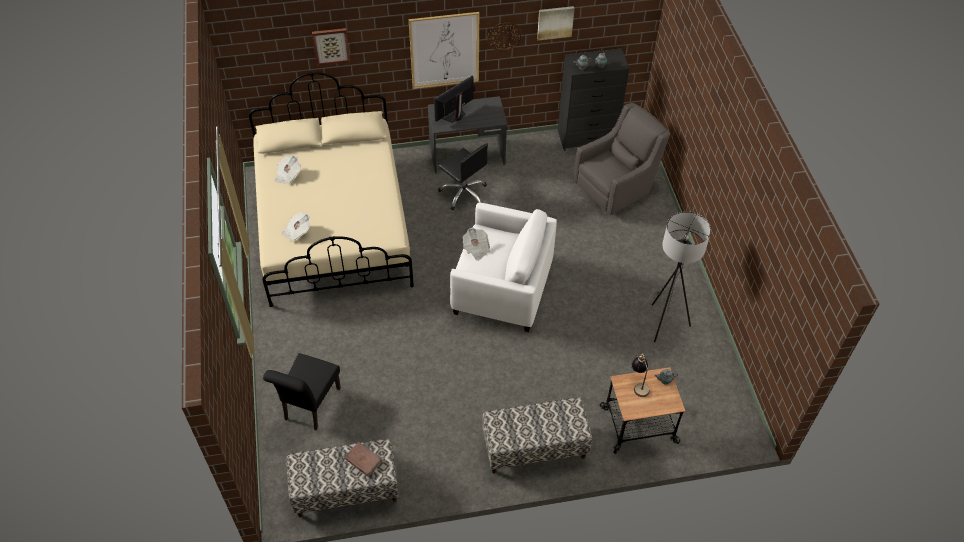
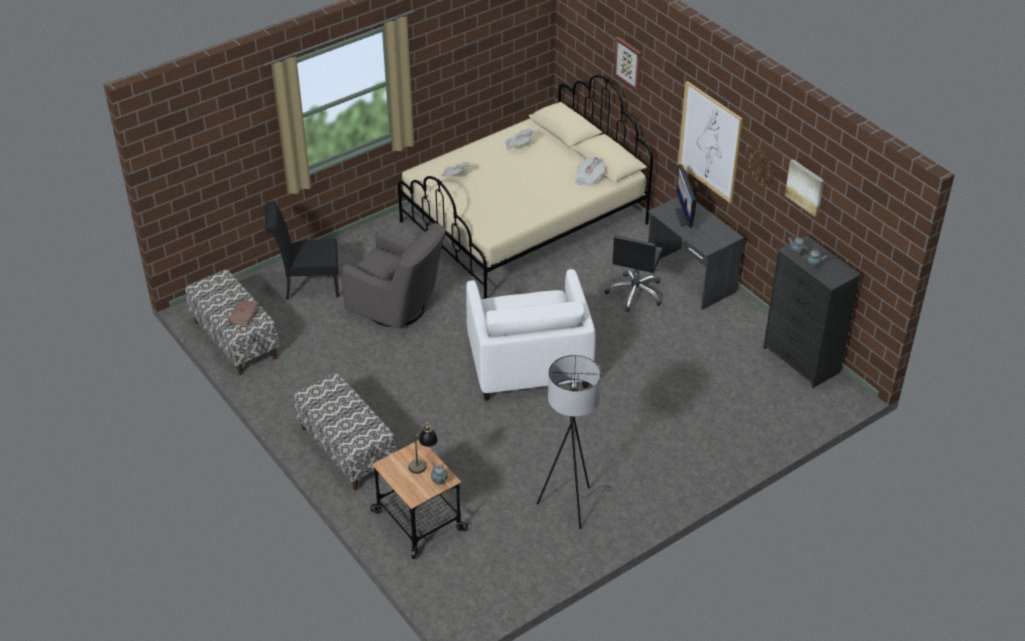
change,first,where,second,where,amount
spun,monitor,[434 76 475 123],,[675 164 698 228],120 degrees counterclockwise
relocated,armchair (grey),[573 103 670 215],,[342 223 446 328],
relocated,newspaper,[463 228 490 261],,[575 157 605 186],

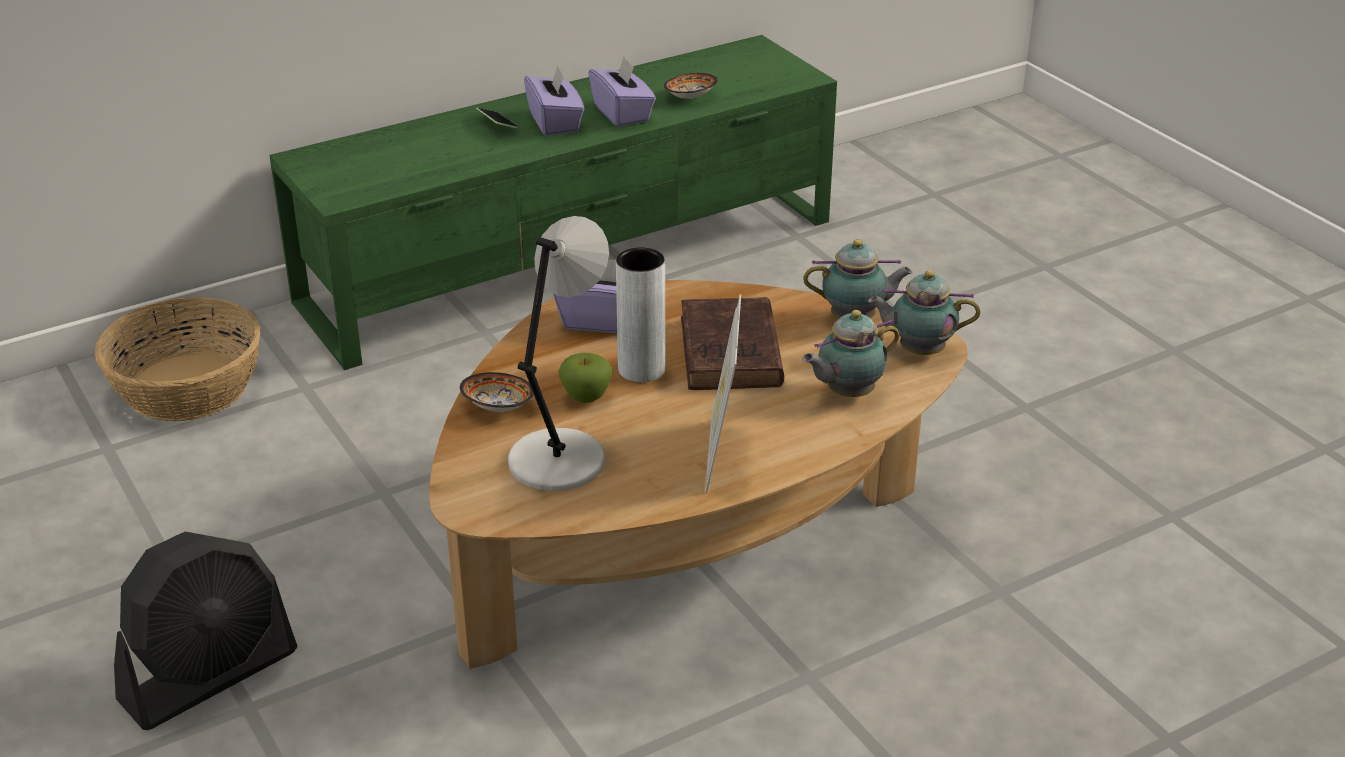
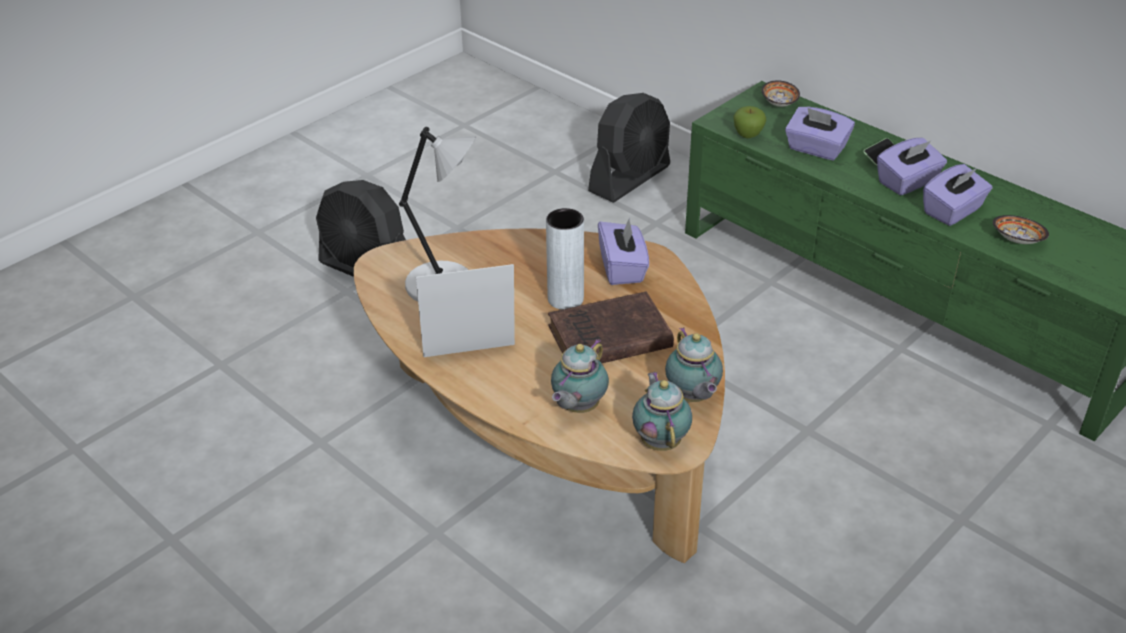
change,first,where,second,where,amount
exchanged,basket,[95 297 260 421],fan (black),[588 93 670 203],
spun,teapot,[802 310 899 397],,[551 339 609 413],105 degrees counterclockwise
relocated,apple,[559 353 612 403],,[734 106 766 138],
relocated,bowl,[460 372 534 412],,[762 80 800 107],
appeared,,,tissue box (purple),[785 107 855 161],

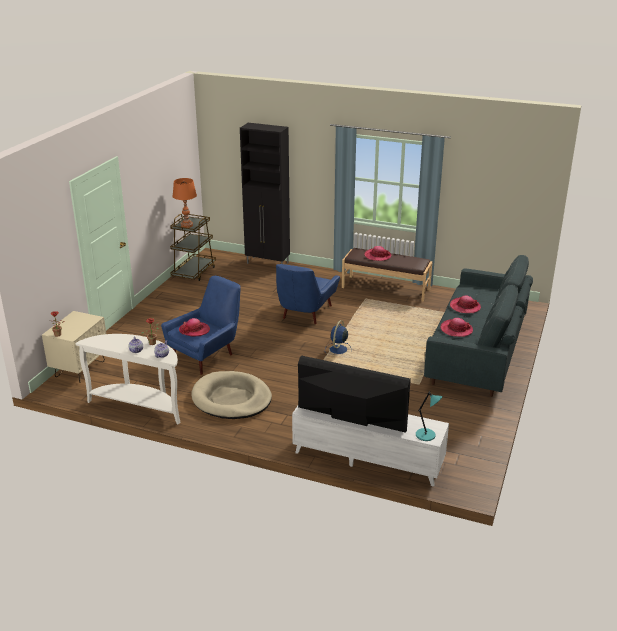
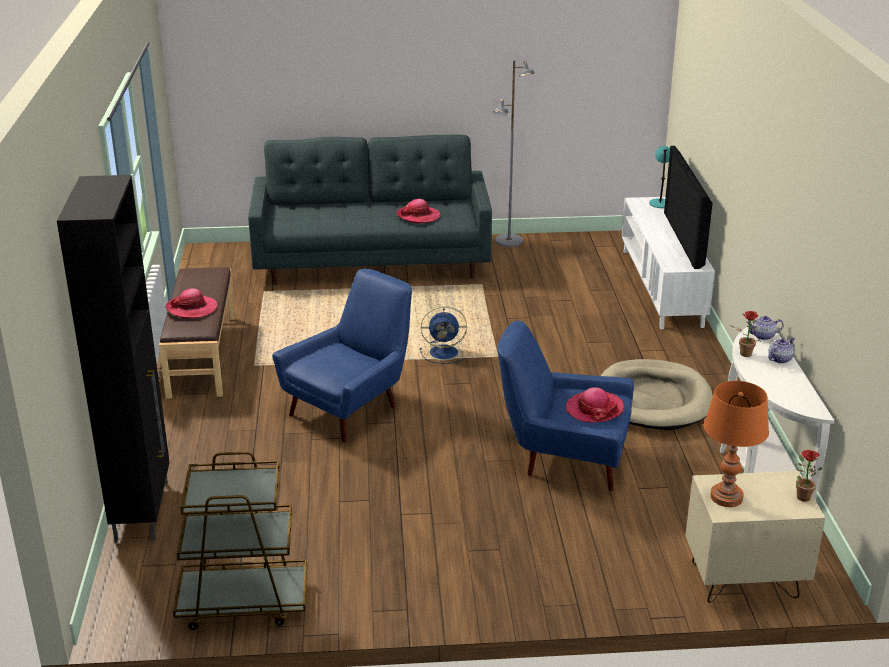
change,first,where,second,where,amount
relocated,table lamp (orange),[172 178 197 228],,[704 381 769 507],
spun,armchair (blue),[276 264 340 324],,[272 269 412 443],45 degrees counterclockwise
missing,hat,[450 296 481 313],,,
appeared,,,floor lamp (grey),[493 60 535 247],

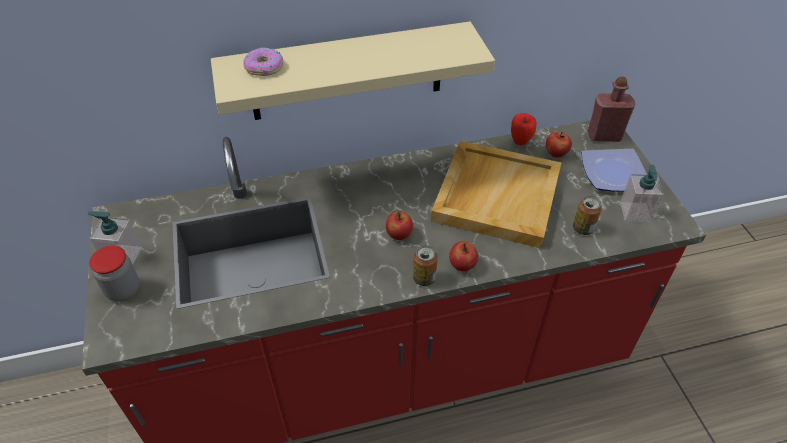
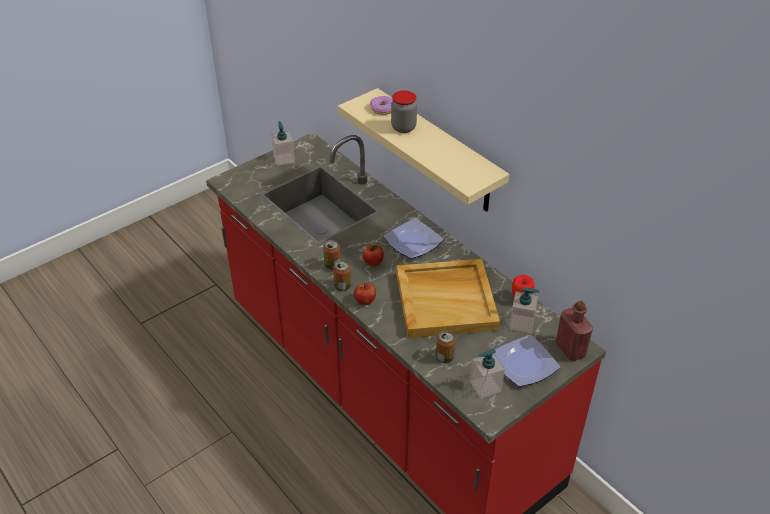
change,first,where,second,where,amount
exchanged,apple,[546 132 572 158],soap dispenser,[509 287 539 333],
relocated,jar,[89 246 140 302],,[391 90 417 133],
appeared,,,plate,[383 218 444 259],
appeared,,,can,[323 240 341 270],

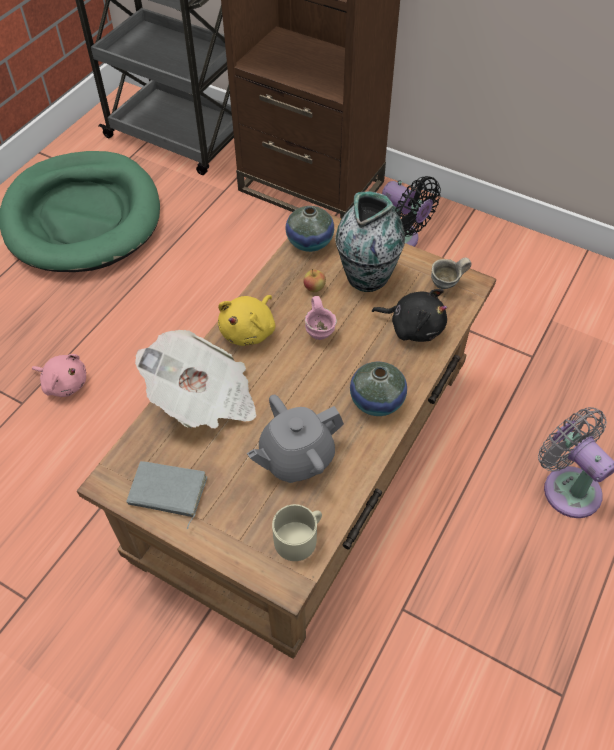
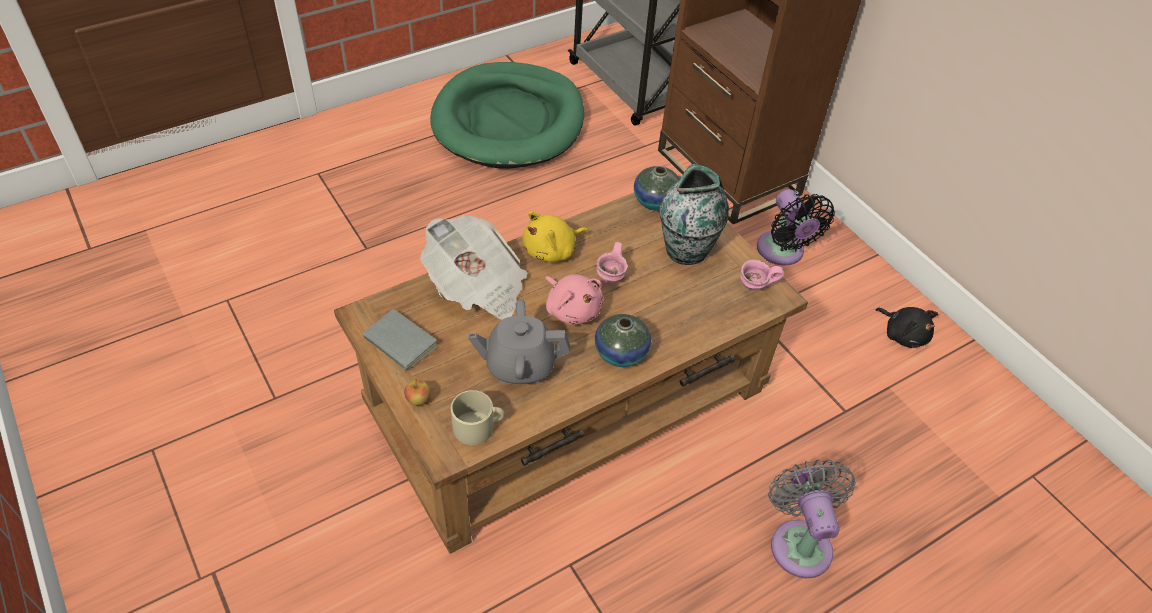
change,first,where,second,where,amount
colour,mug (grey),[431 258 472 289],mug (pink),[740 259 784 290],
relocated,apple,[303 269 326 292],,[404 379 431 406],
relocated,plush toy (black),[372 289 447 342],,[876 307 938 348],
relocated,plush toy (pink),[32 354 86 397],,[545 274 604 325],

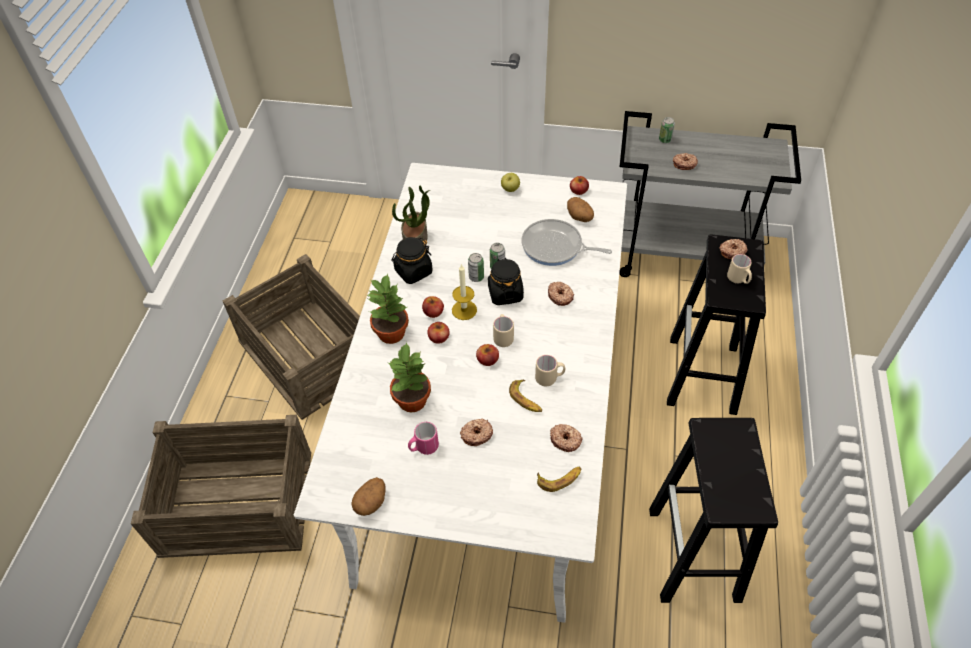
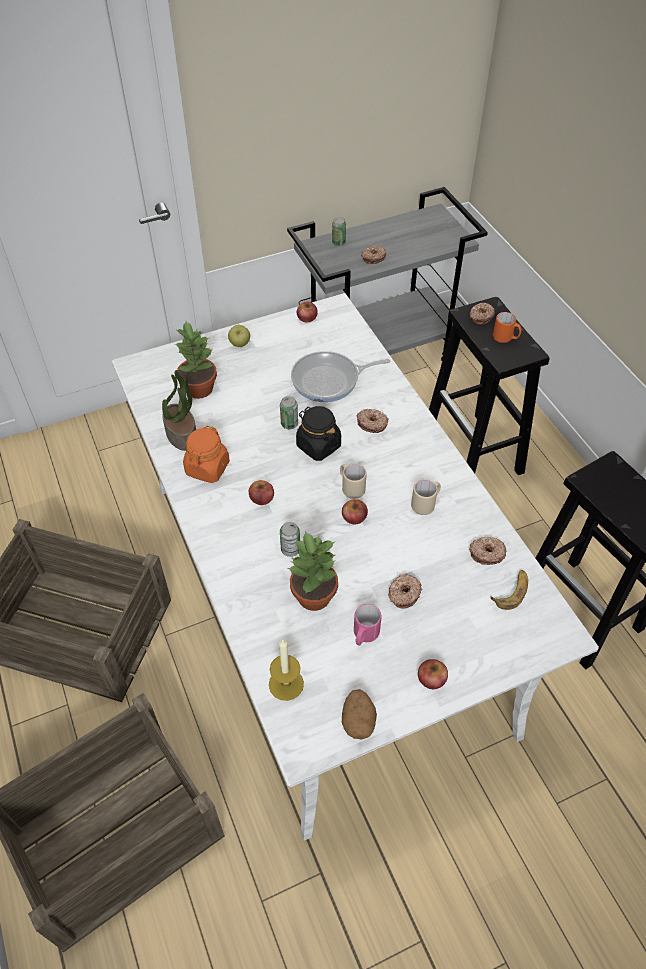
change,first,where,second,where,amount
missing,potato,[567 197 594 222],,,
colour,jar (black),[391 237 433 284],jar (orange),[183 426 230 483],
relocated,can,[468 253 484 282],,[280 522 300 557],
colour,mug (beige),[727 254 752 284],mug (orange),[493 312 521 343],
relocated,candle,[452 264 477 320],,[269 639 304 701],
relocated,potted plant,[366 273 409 344],,[175 321 217 399],
relocated,apple,[427 322 450 344],,[418 659 448 689],
missing,banana,[509 379 542 412],,,

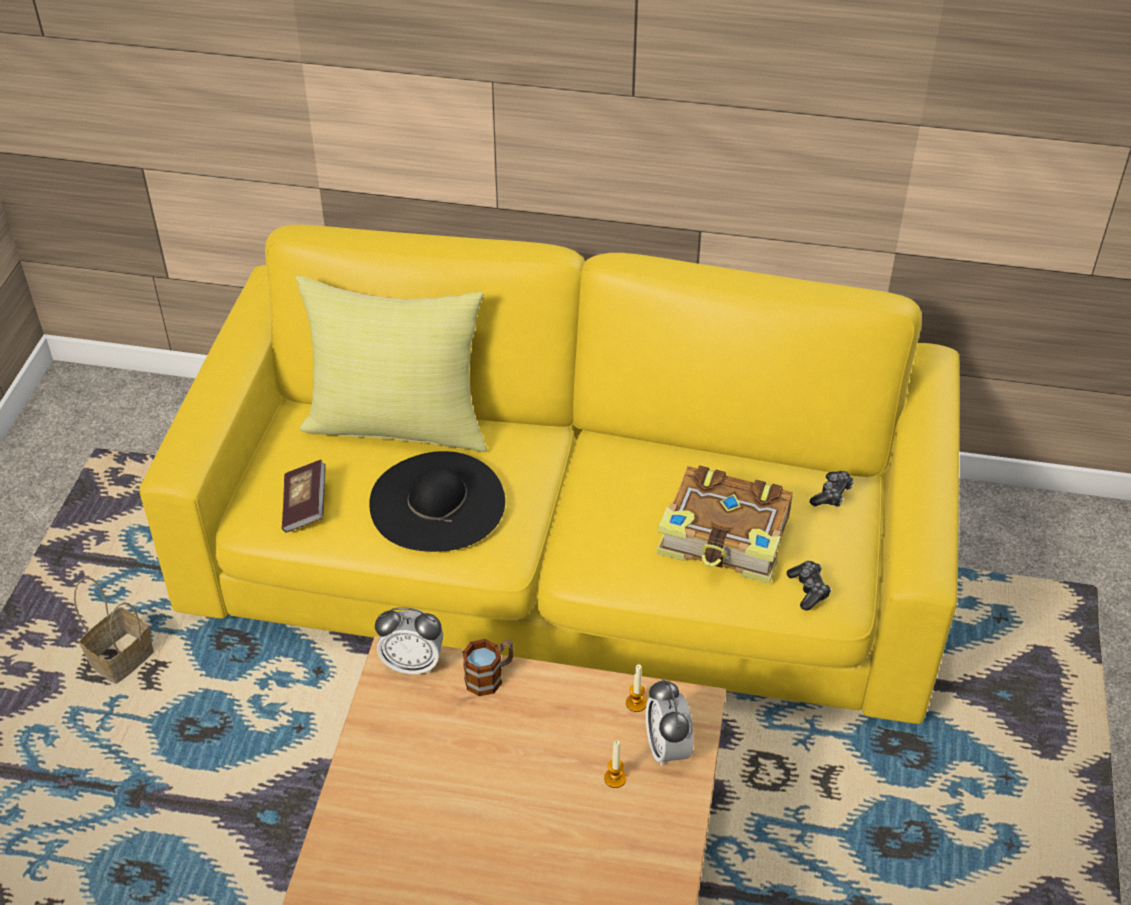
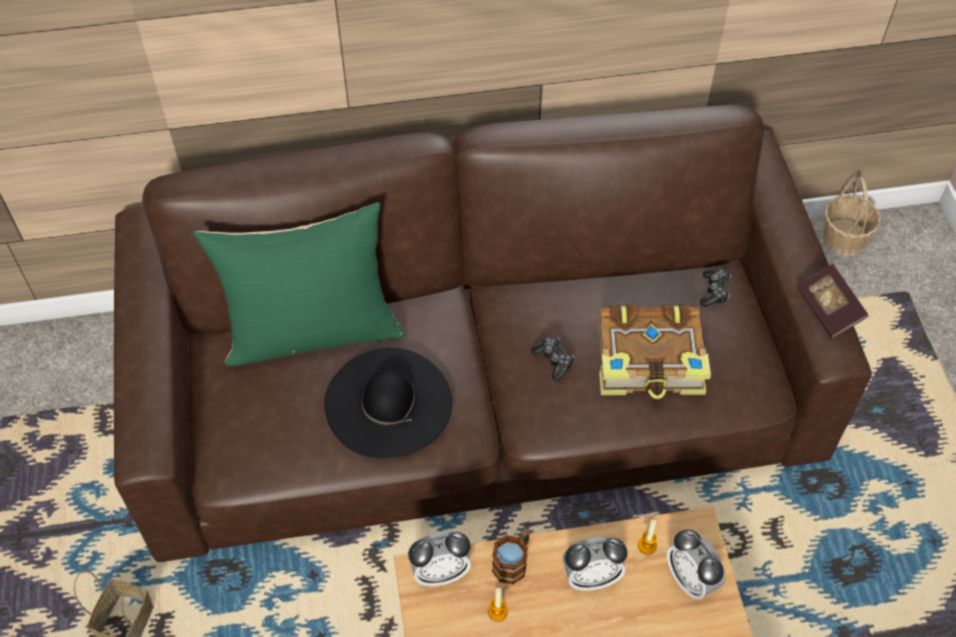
change,first,where,second,where,amount
colour,sofa (yellow),[139 225 960 724],sofa (brown),[114 105 872 562],
colour,pillow (yellow),[295 275 487 452],pillow (green),[193 202 406 366],
relocated,book,[282 460 326 533],,[797 264 869 339],
relocated,game controller,[787 561 831 610],,[531 336 574 381],
relocated,candle,[604 740 626 788],,[488 588 508 621],
appeared,,,basket,[822 177 881 256],
appeared,,,alarm clock,[563 537 628 591],

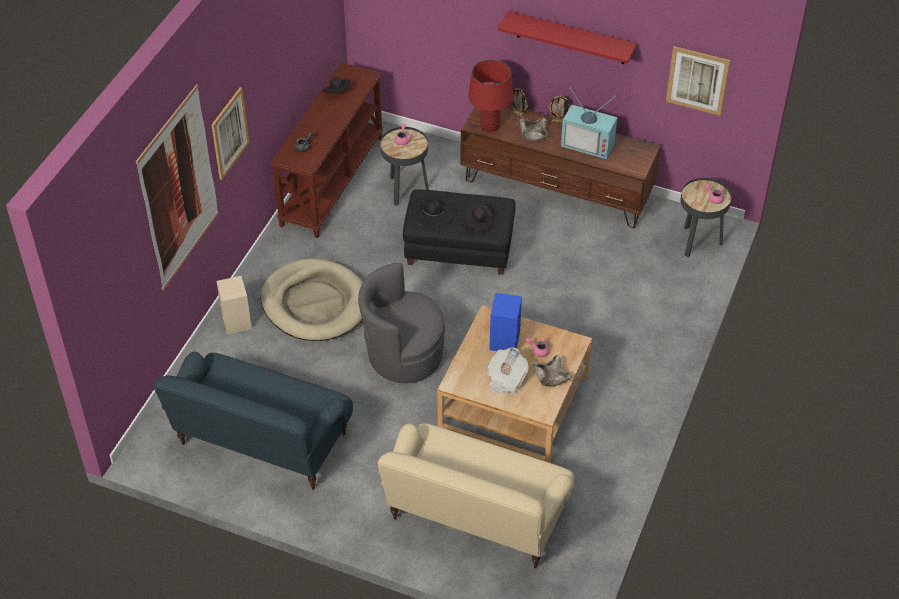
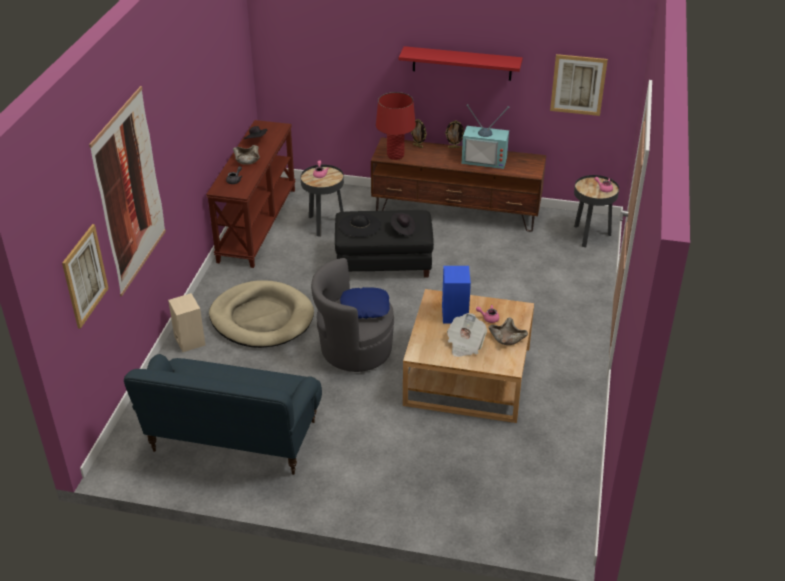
change,first,where,second,where,amount
relocated,picture,[211 87 249 180],,[62 224 109 329],
relocated,bowl (beige),[519 117 548 141],,[233 145 260 165],
missing,sofa (beige),[378 423 575 568],,,
appeared,,,pillow (blue),[340 287 390 319],

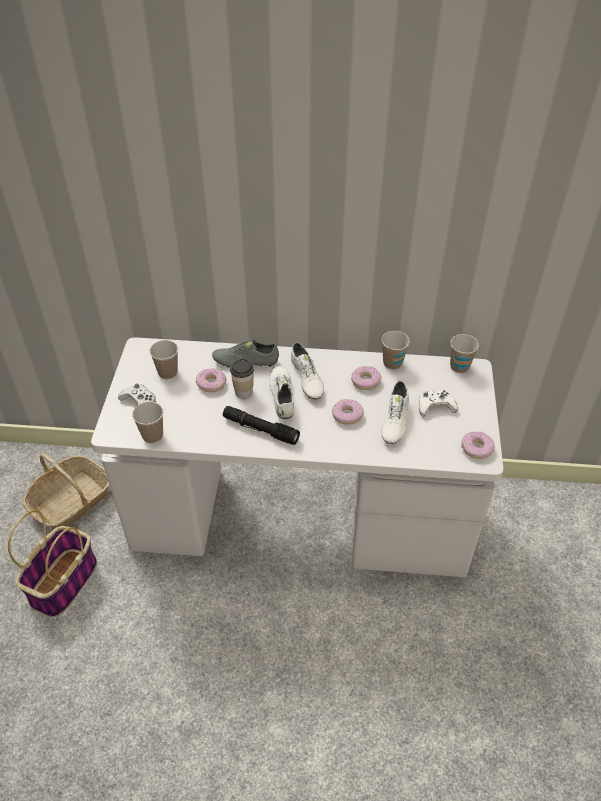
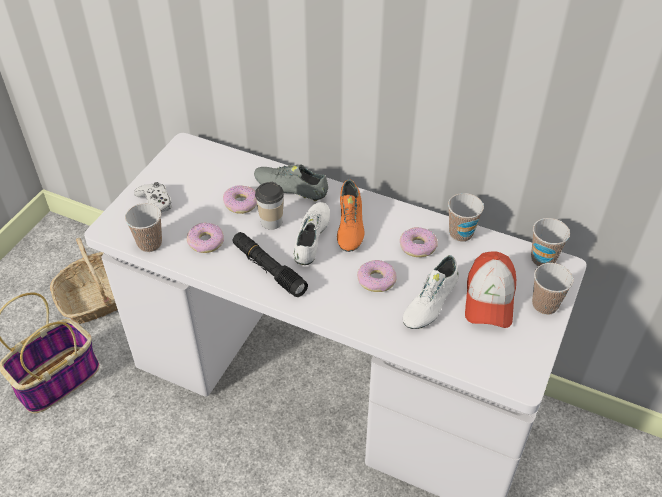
change,first,where,second,where,amount
relocated,cup,[149 340 178 379],,[532 263 574 315],
colour,shoe (white),[291 342 324 399],shoe (orange),[337 179 365 252],
exchanged,game controller (white),[419 389 458 417],cap,[465 251 516 328],
relocated,donut,[461 432 495 459],,[187 223 224 253],

